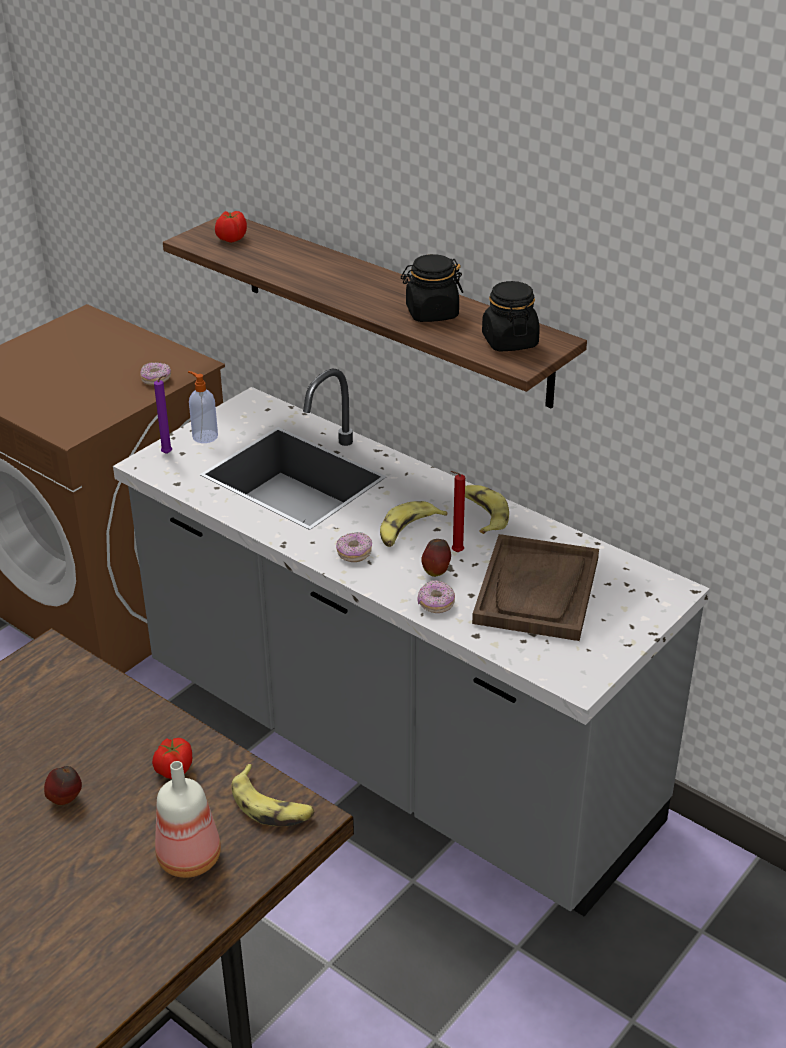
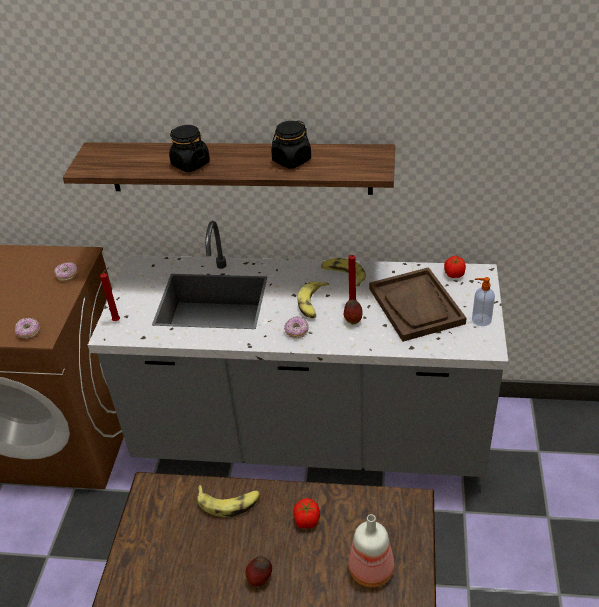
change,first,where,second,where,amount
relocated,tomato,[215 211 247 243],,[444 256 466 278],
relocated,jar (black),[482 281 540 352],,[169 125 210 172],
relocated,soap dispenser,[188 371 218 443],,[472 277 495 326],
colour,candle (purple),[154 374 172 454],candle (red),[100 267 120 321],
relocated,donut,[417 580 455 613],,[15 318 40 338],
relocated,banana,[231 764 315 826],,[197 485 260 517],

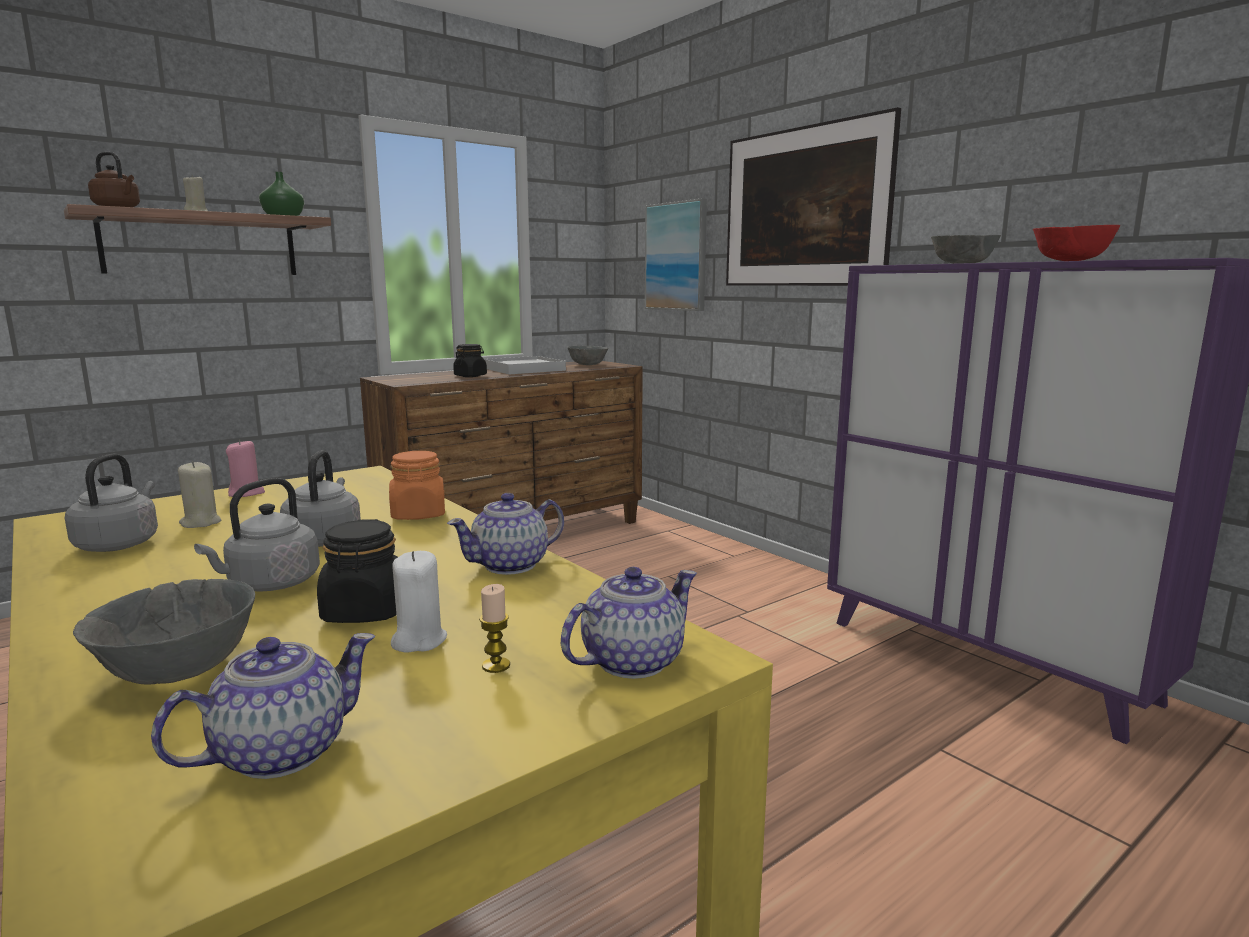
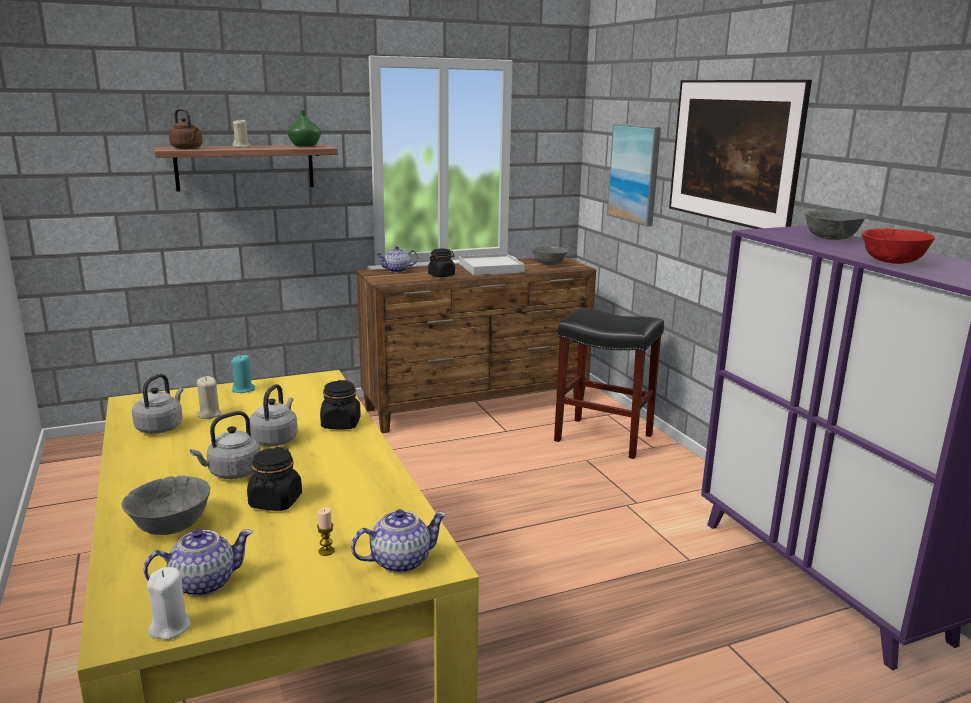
change,first,where,second,where,amount
colour,candle (pink),[226 439 265 497],candle (turquoise),[231 354 255 393],
colour,jar (orange),[389 451 445 520],jar (black),[320 380 361 429],
relocated,teapot,[447 493 564 575],,[376 246 418 273],
relocated,candle (white),[391 551 447 652],,[147 567 191 640],
appeared,,,stool (black),[554 308 664 459],

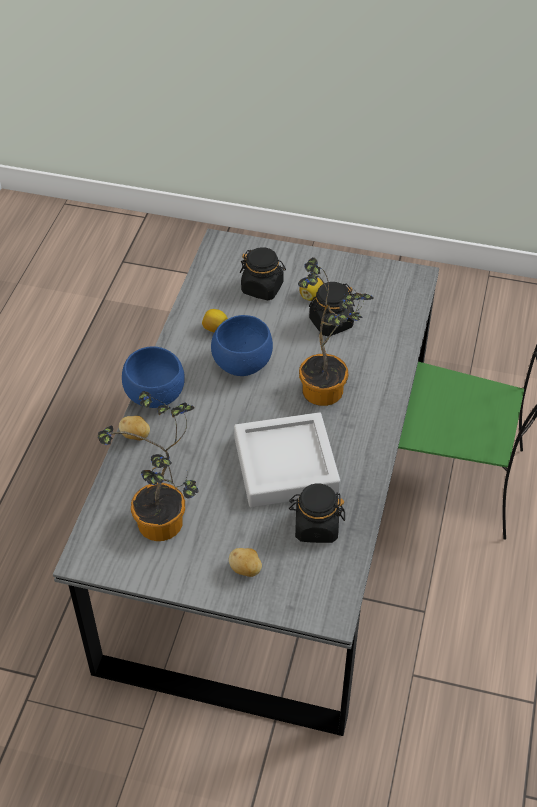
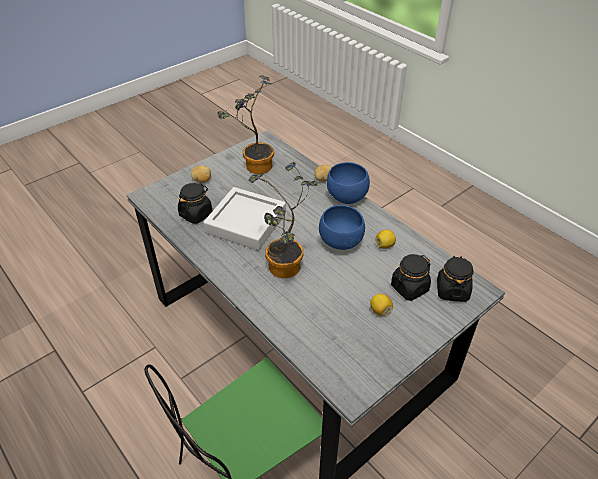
change,first,where,second,where,amount
relocated,jar (black),[309 282 355 336],,[437 256 473 302],

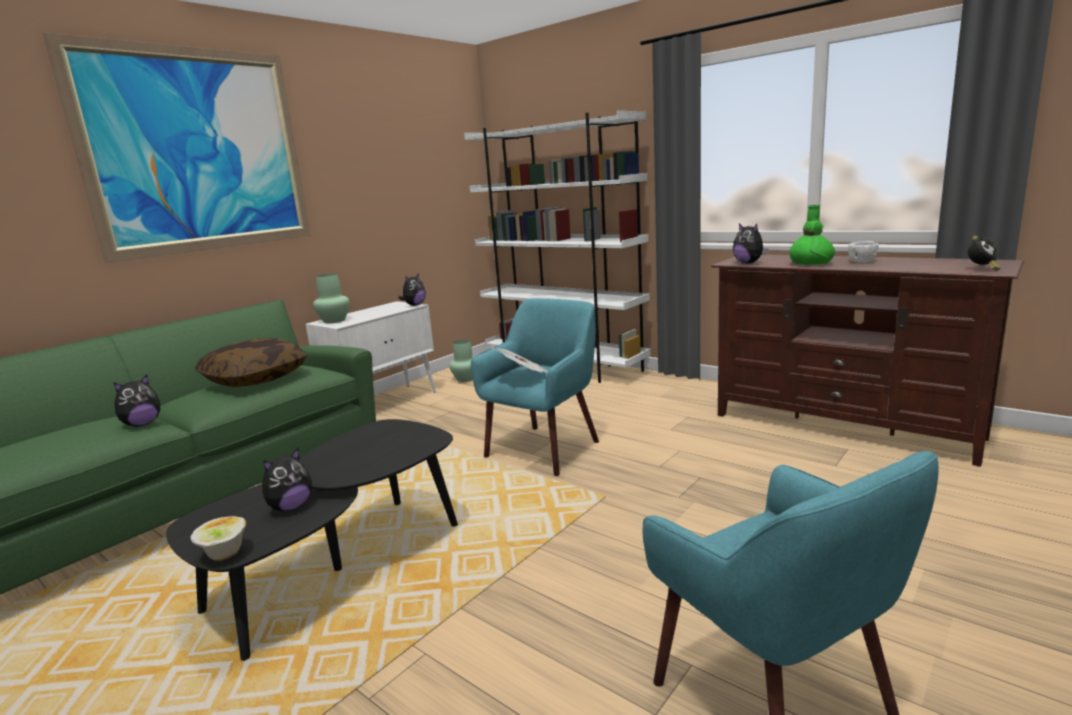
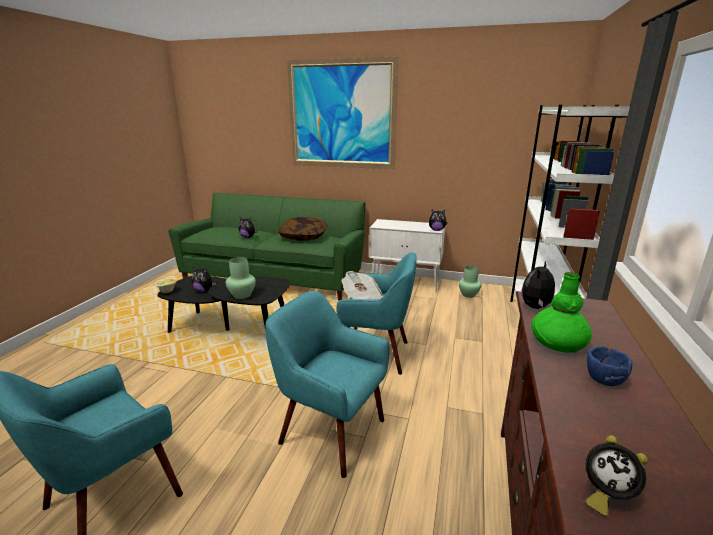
change,first,where,second,where,amount
colour,bowl (white),[848 241 879 263],bowl (blue),[587 346 632 386],
relocated,vase (green),[313 274 350 323],,[226 257 256 299],
appeared,,,armchair (turquoise),[265 291 390 478],

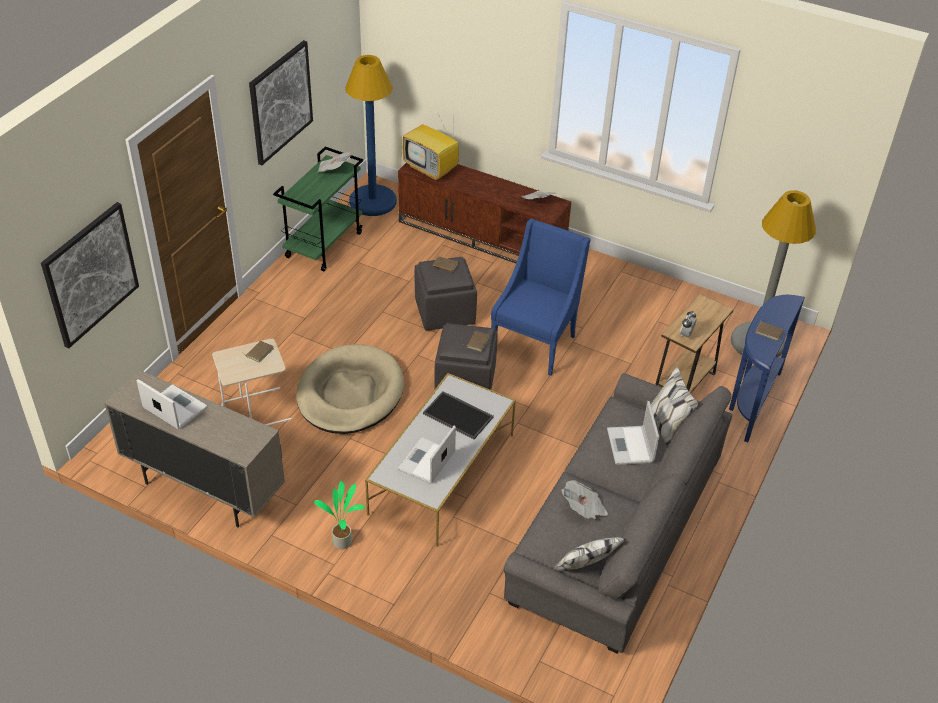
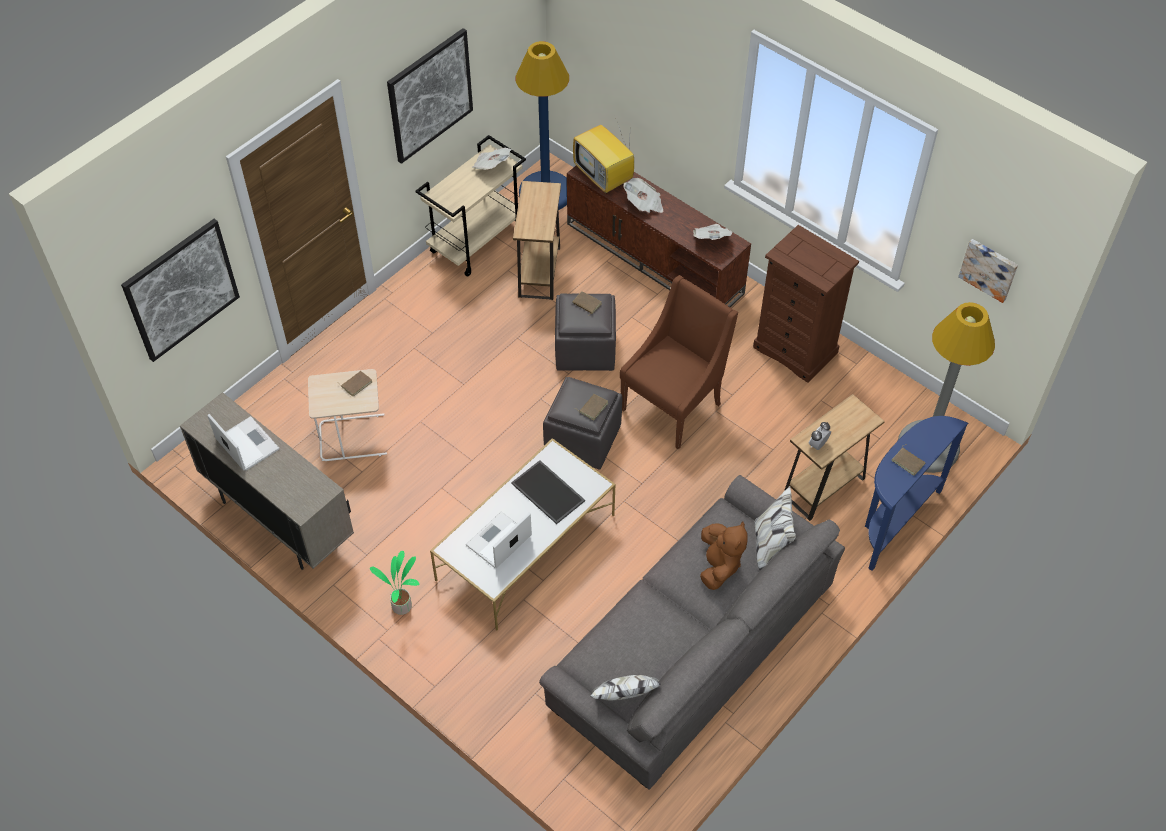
change,first,where,second,where,amount
colour,cart (green),[273 147 363 271],cart (beige),[416 135 526 277],
colour,armchair (blue),[491 218 590 376],armchair (brown),[620 275 738 450],
missing,dog bed (beige),[296 344 404 434],,,
exchanged,laptop,[607 401 659 465],plush toy (brown),[700 522 748 590],
relocated,newspaper,[562 480 608 519],,[623 178 664 213],
appeared,,,side table (brown),[513 181 561 300],
appeared,,,dresser (brown),[753 225 859 383],
appeared,,,picture,[958 239 1018 303],

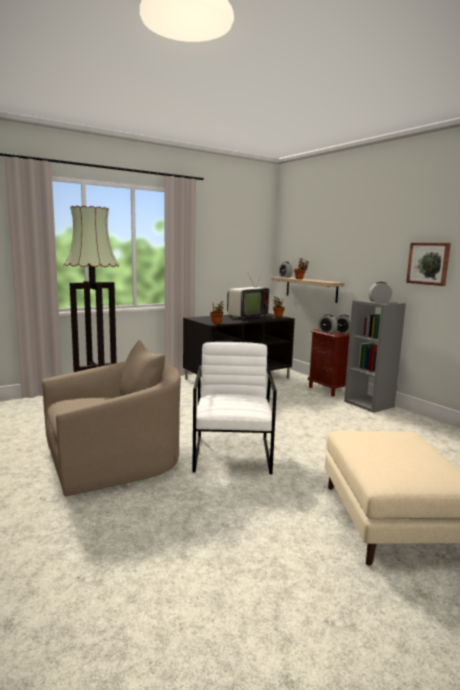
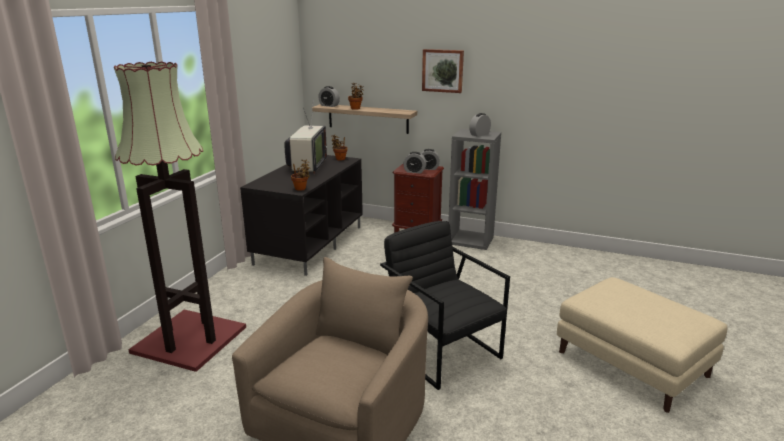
change,first,where,second,where,amount
relocated,picture,[406 243 451 286],,[422 49 464 93],
colour,armchair (white),[192 342 277 474],armchair (black),[380 221 510 390],

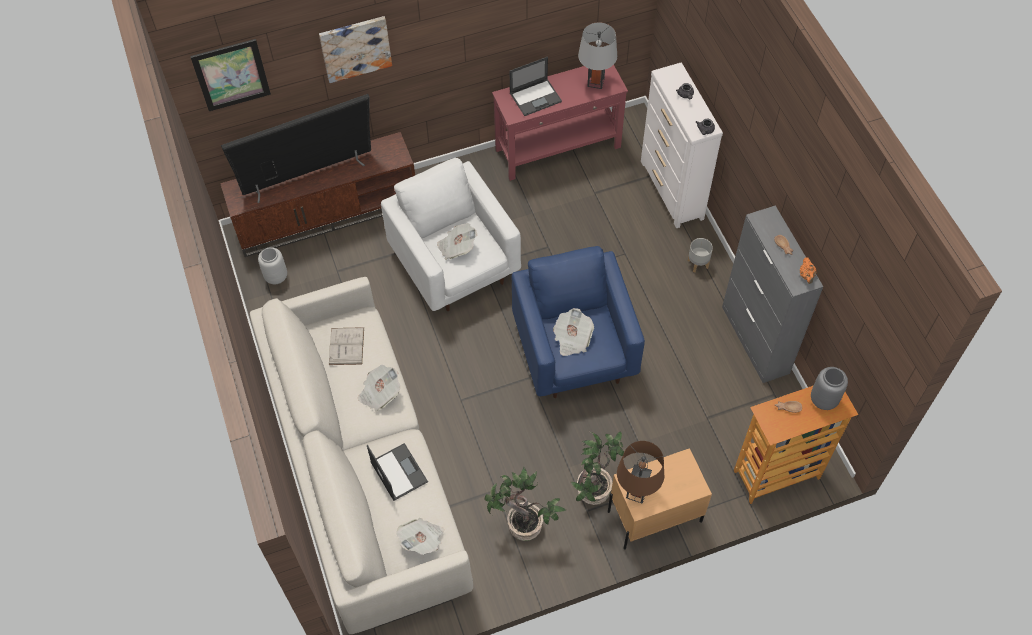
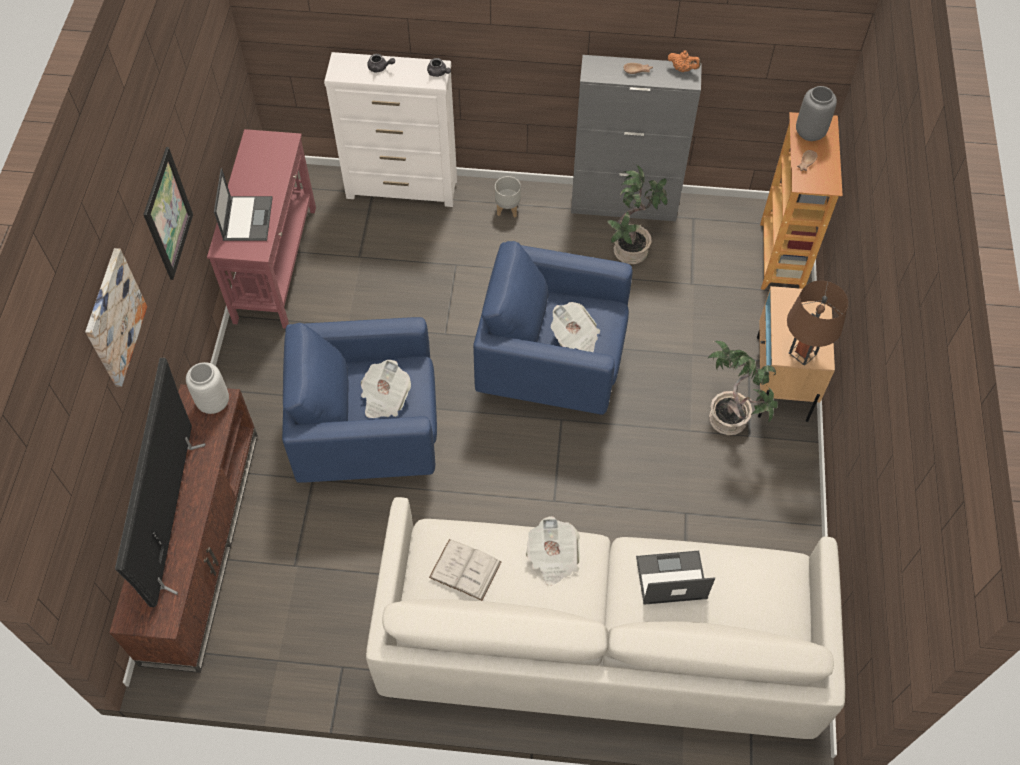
change,first,where,second,where,amount
missing,table lamp (grey),[578 22 617 89],,,
relocated,picture,[190 39 271 111],,[143 147 193 280],
colour,armchair (white),[381 158 521 311],armchair (blue),[282 317 437 483],
relocated,vase (grey),[258 247 287 284],,[186 362 229 414],
relocated,potted plant,[484 467 566 541],,[607 164 668 264],
missing,newspaper,[396 518 444 555],,,

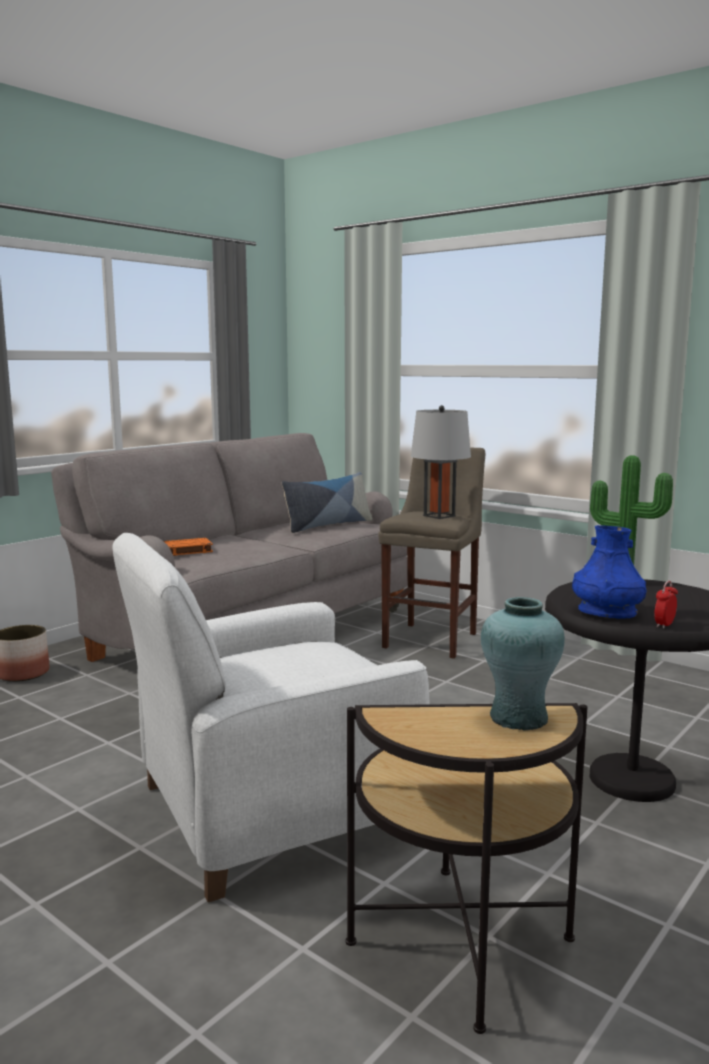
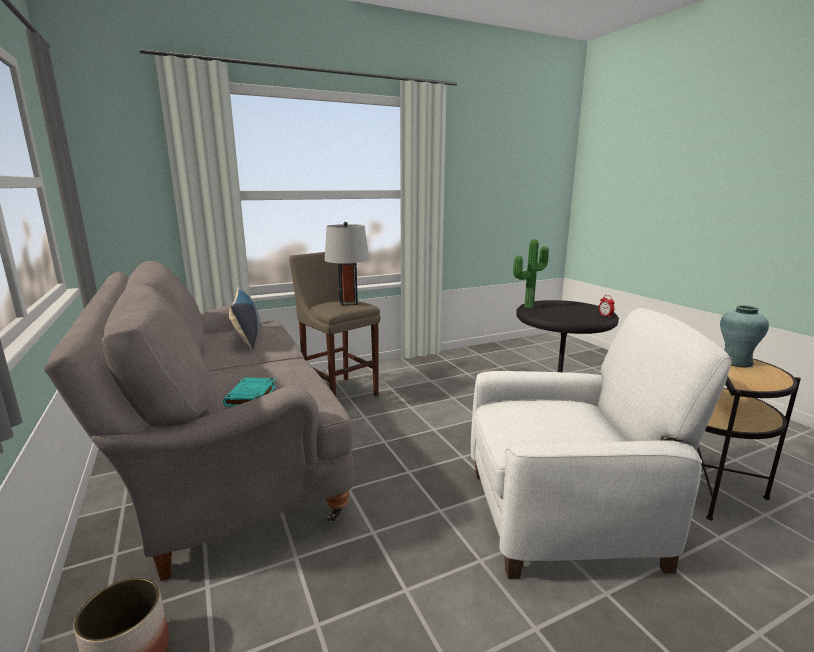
change,first,where,second,where,amount
missing,vase (blue),[572 525 646 619],,,
spun,armchair (white),[112 533 429 902],,[471 308 732 579],90 degrees counterclockwise
colour,book (orange),[164 538 213 556],book (turquoise),[223 378 276 407],

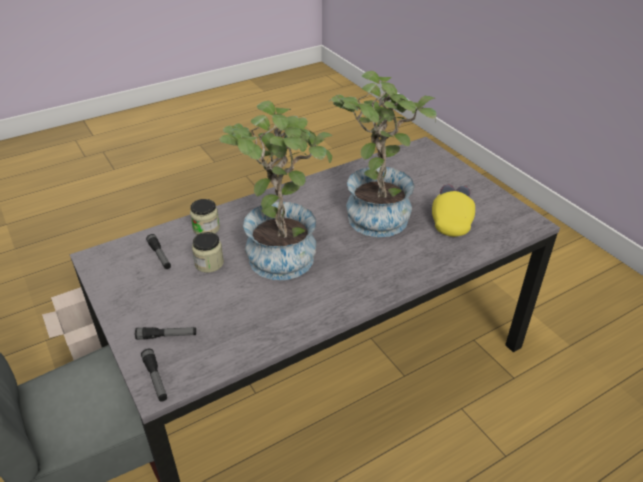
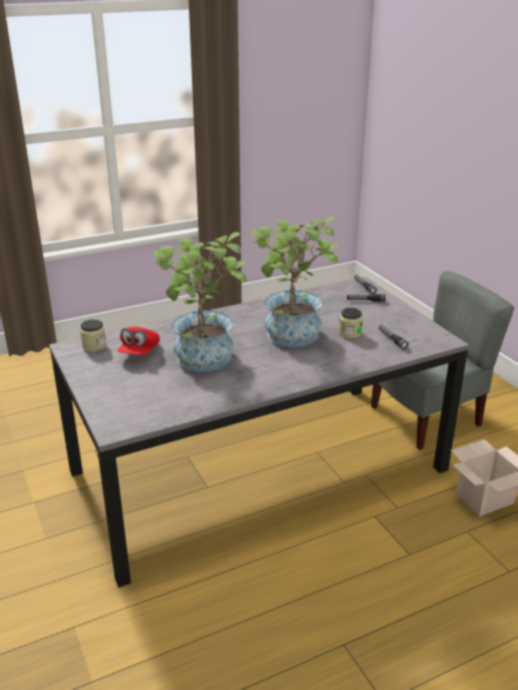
change,first,where,second,where,amount
colour,cap (yellow),[432 185 475 237],cap (red),[118 327 160 355],
relocated,jar,[190 199 220 235],,[80 319 106 352],

